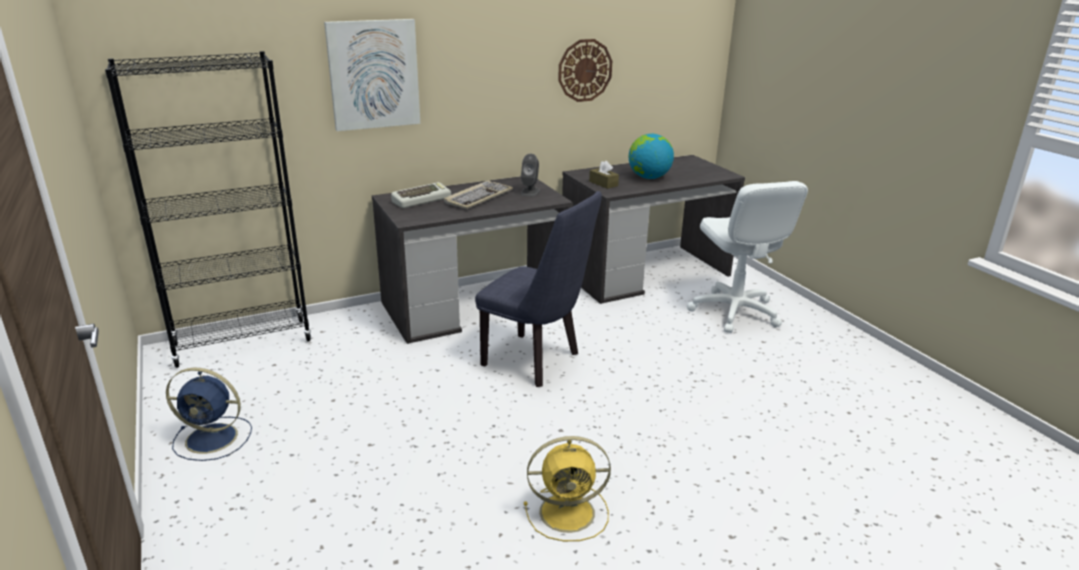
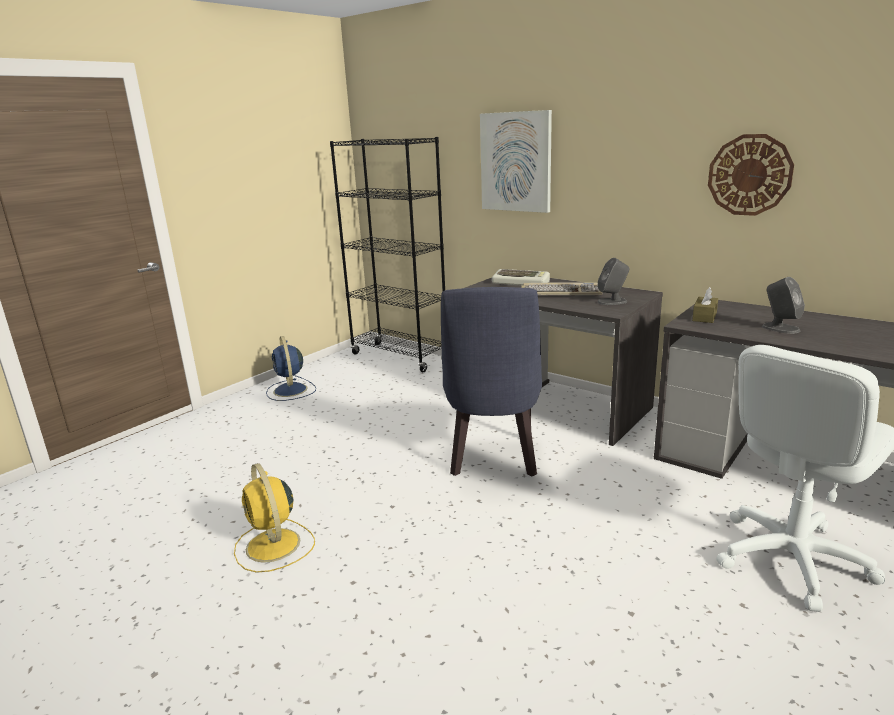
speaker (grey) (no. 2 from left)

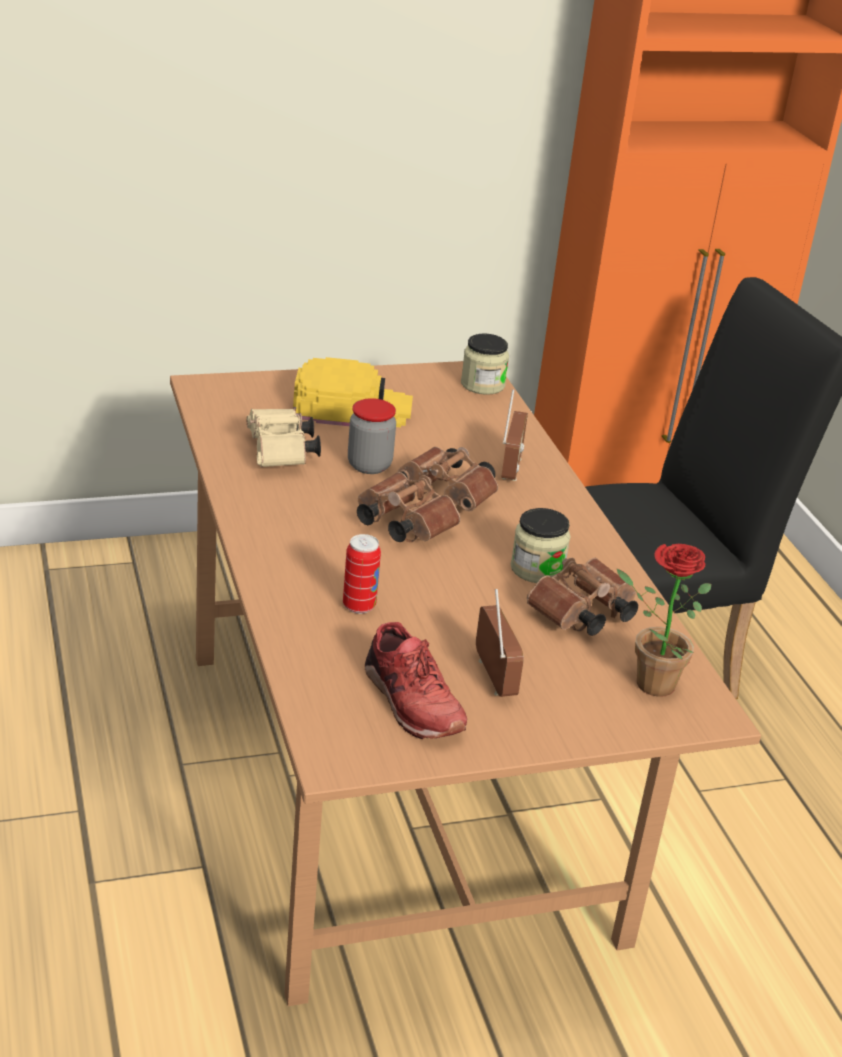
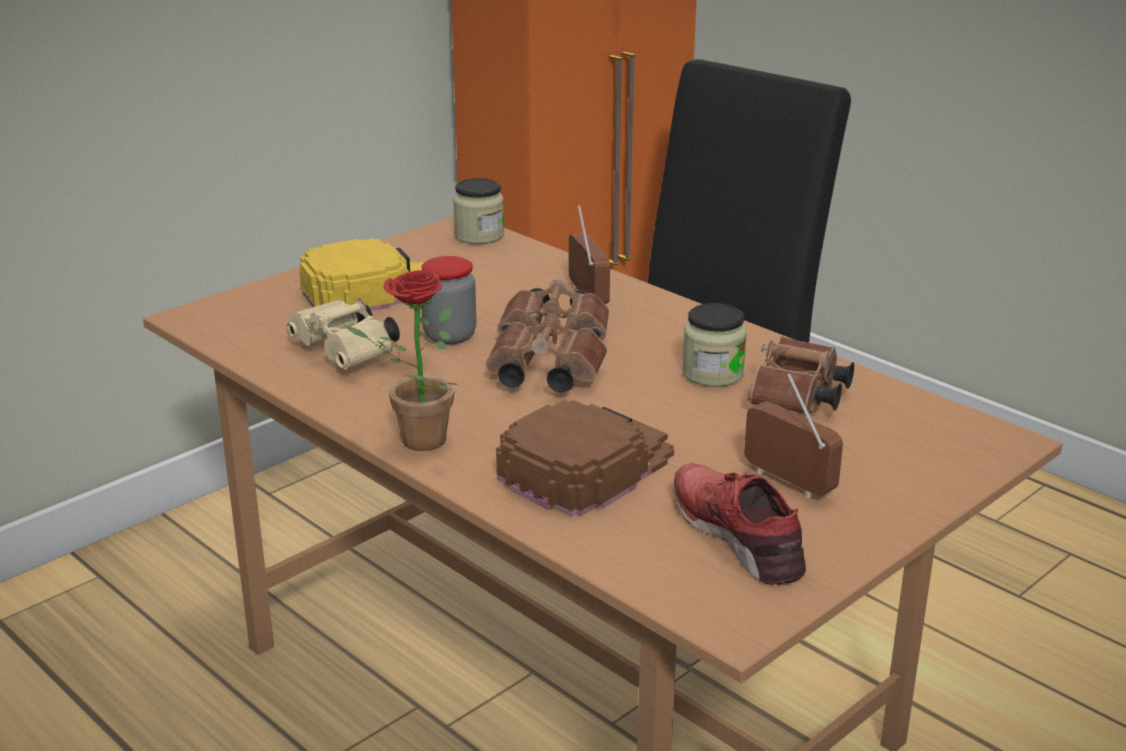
potted plant; cap (brown); shoe (red)

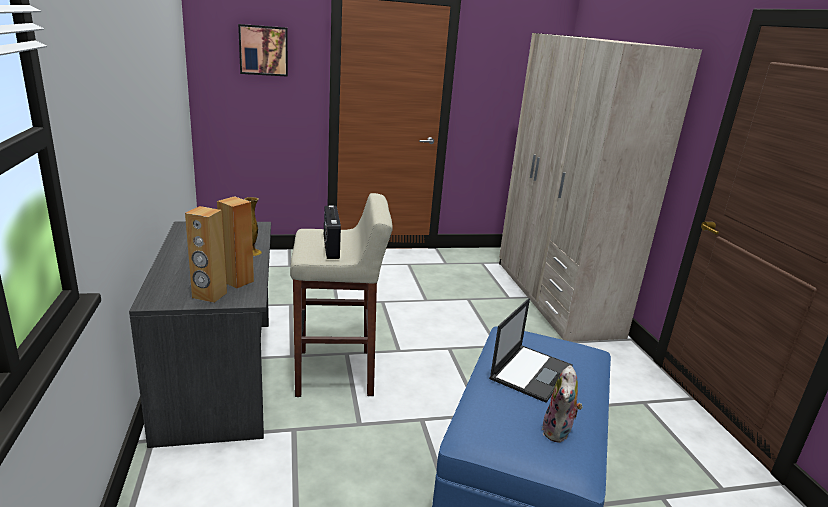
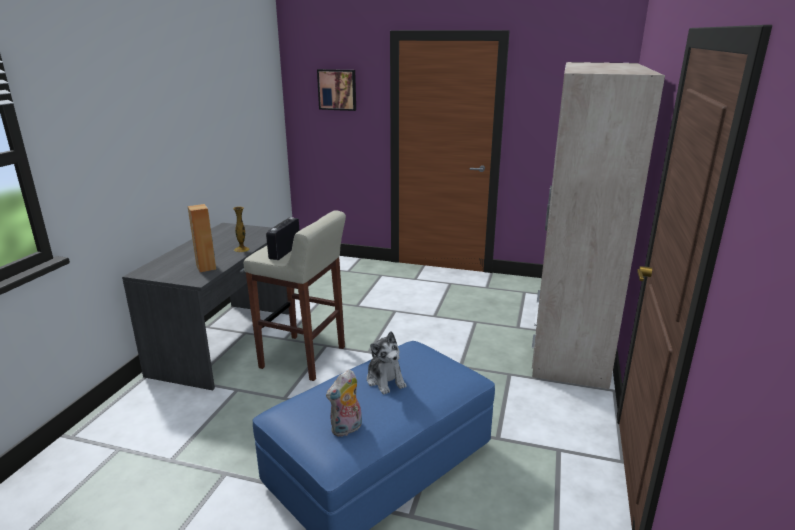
plush toy (no. 2 from left); speaker (brown) (no. 1 from left in the first image)

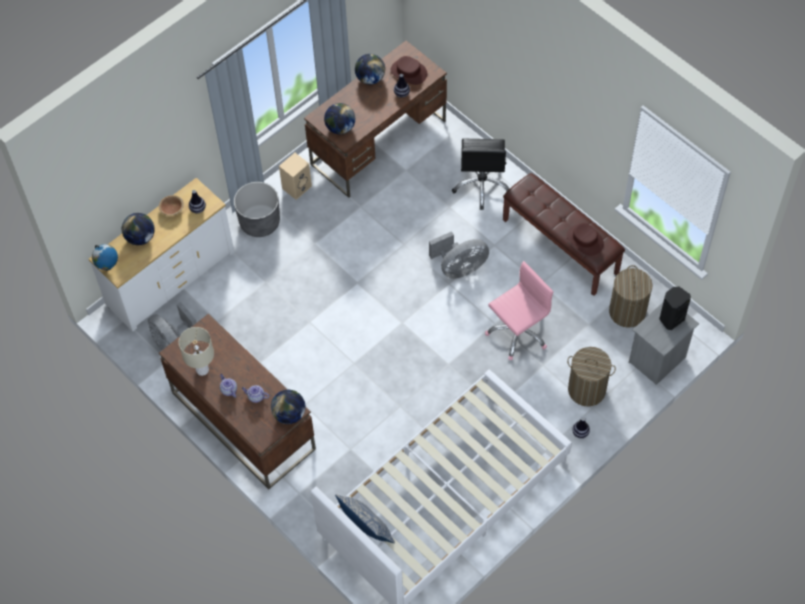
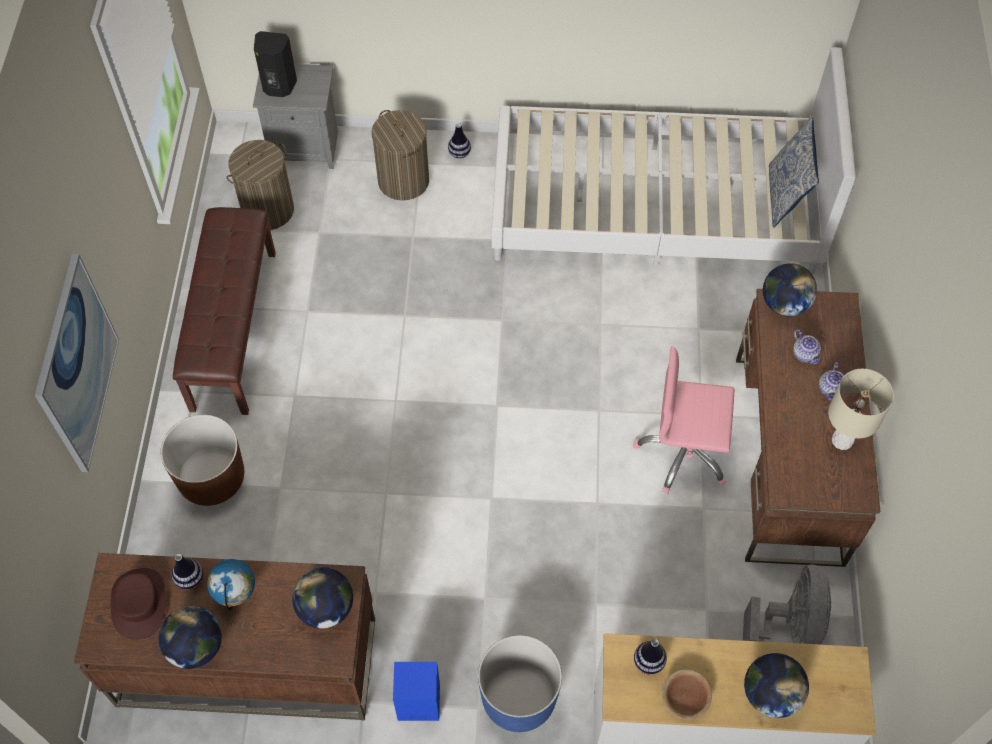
picture; planter (brown); globe (no. 2 from left); speaker (blue); planter (blue); office chair (pink); fan (grey) (no. 2 from left in the first image); hat (brown) (no. 2 from left in the first image)

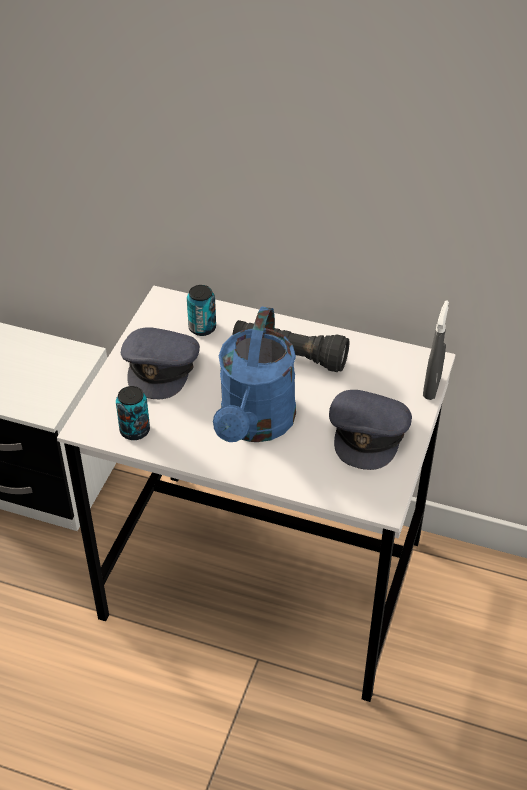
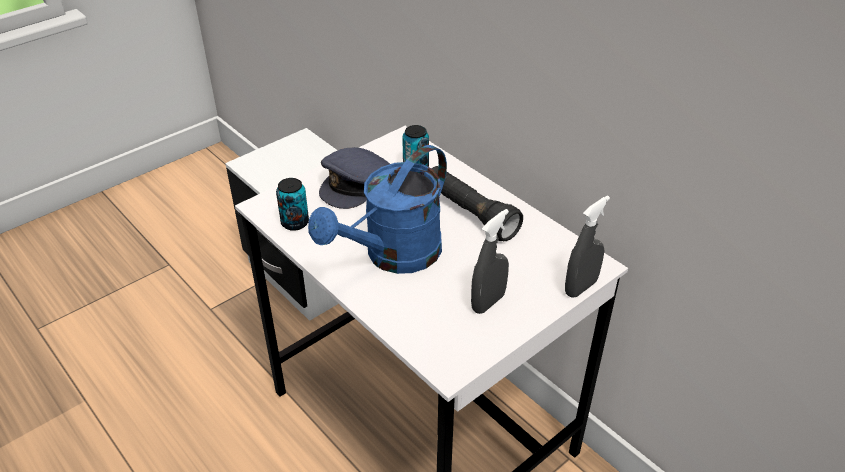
spray bottle (grey) (no. 1 from left)

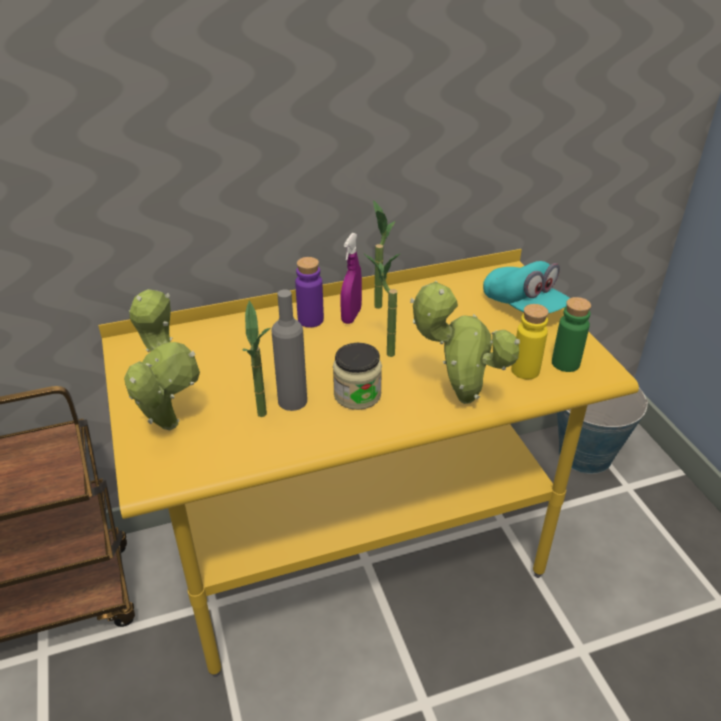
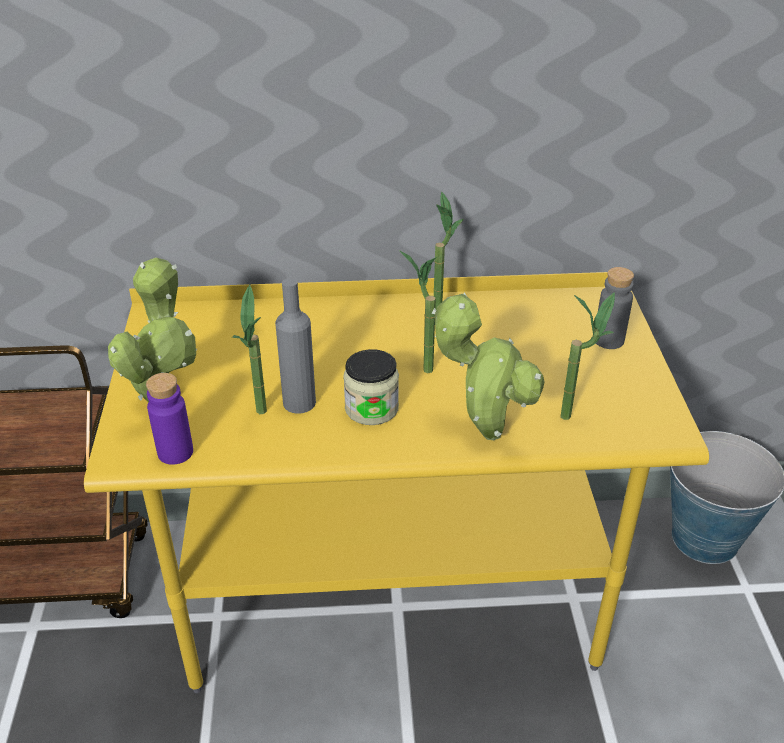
bottle (purple); potted plant (no. 6 from left); bottle (grey) (no. 2 from left); spray bottle (purple); bottle (green)

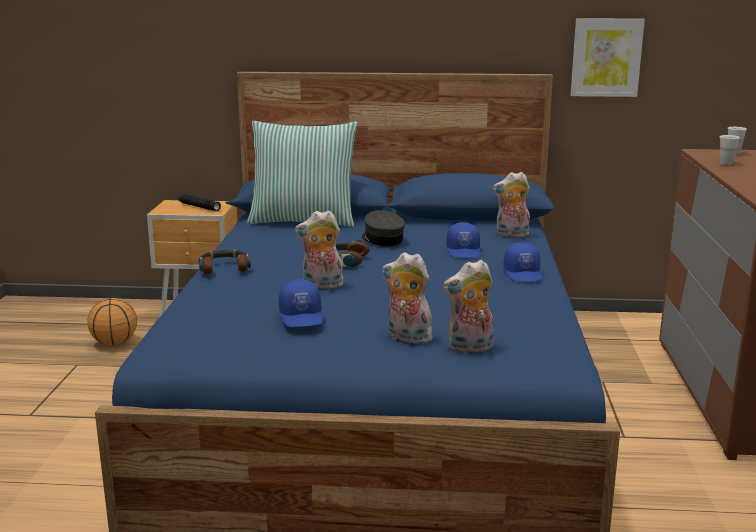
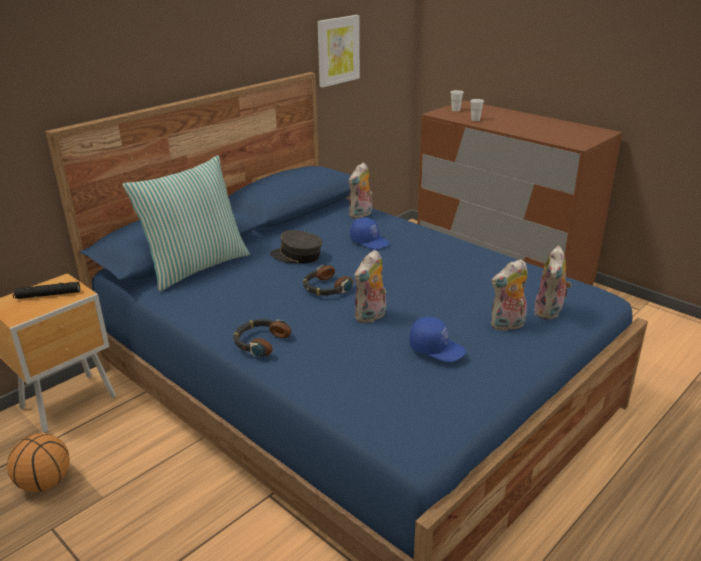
cap (blue) (no. 3 from left in the first image)

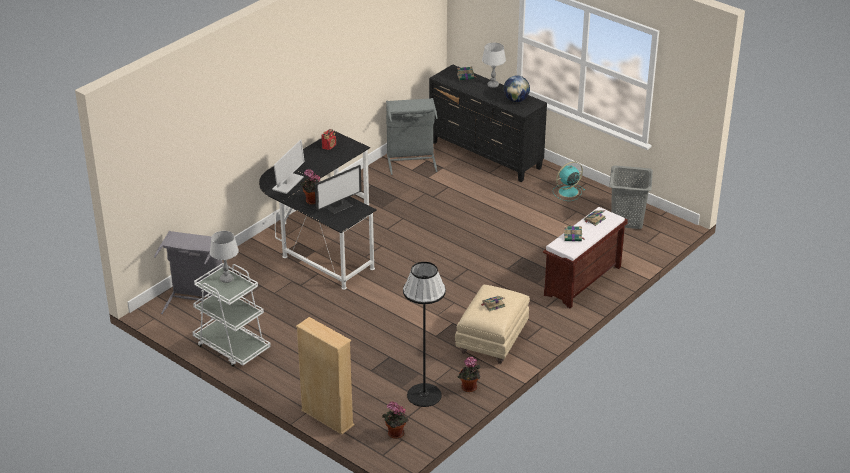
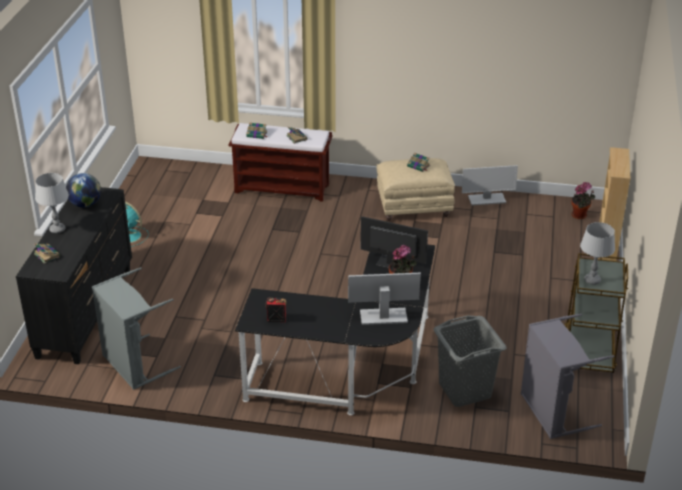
laundry basket (grey) (no. 2 from left); monitor (no. 3 from left); cart (brown); floor lamp (black)

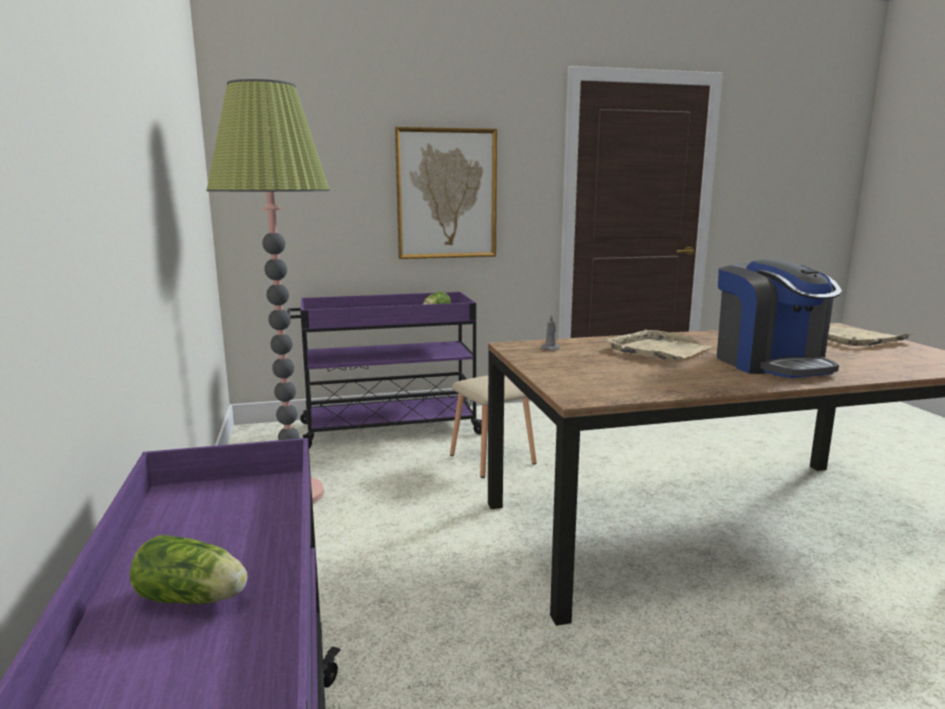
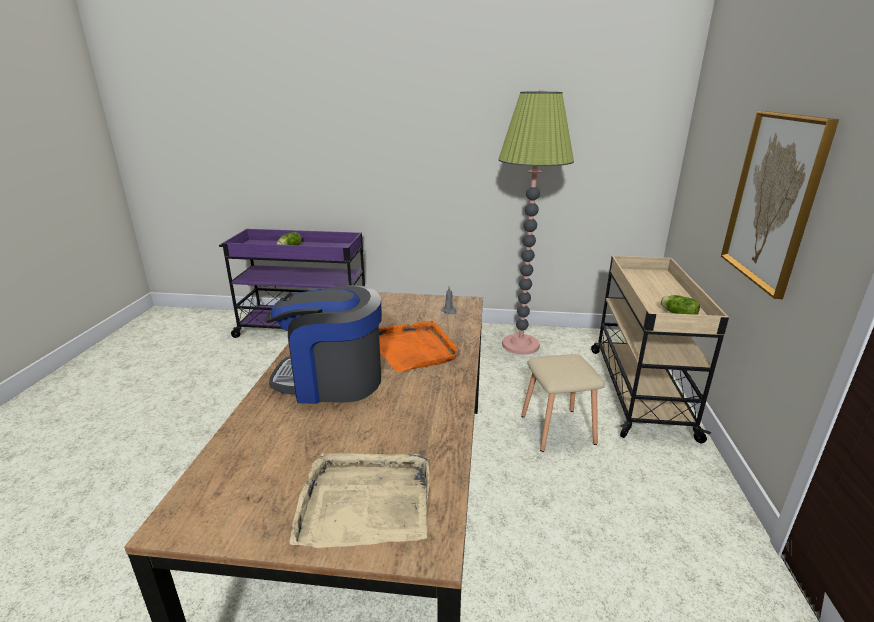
tray (orange); cart (beige)

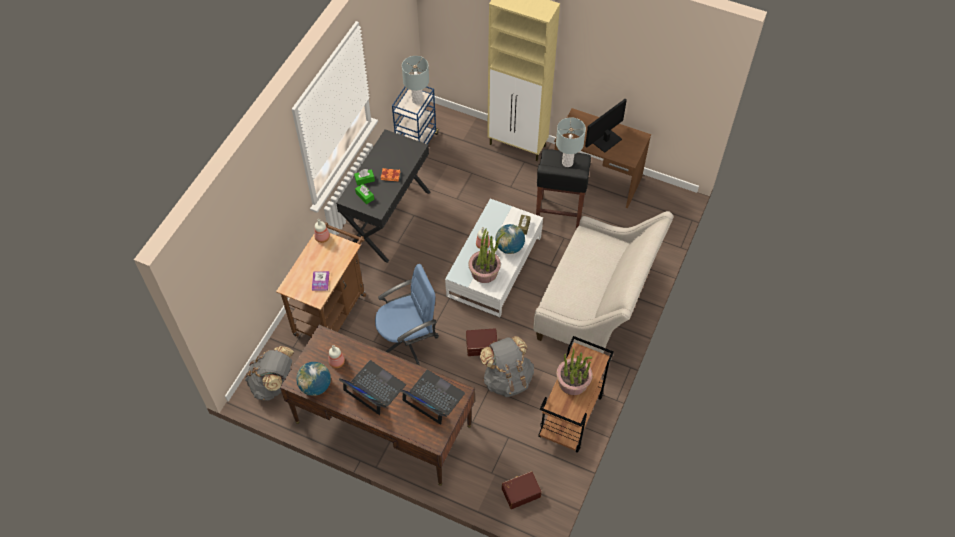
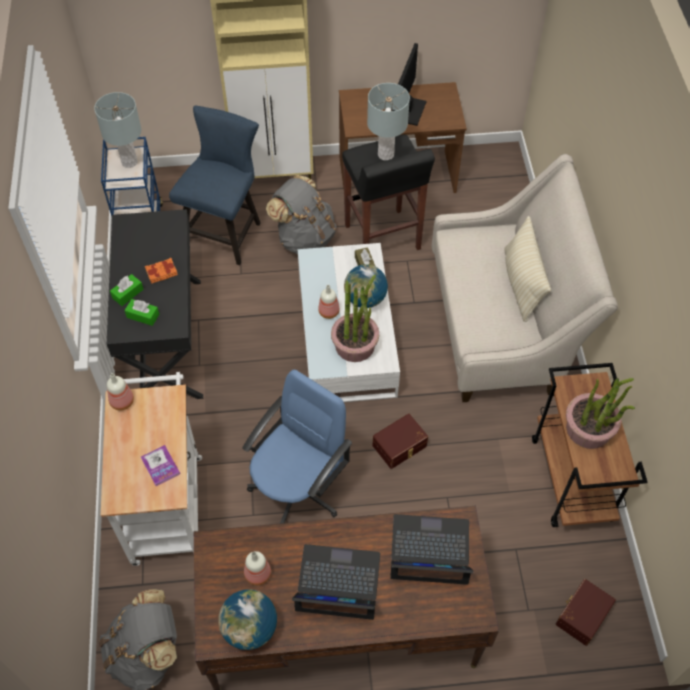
cart (white); chair (blue); backpack (grey) (no. 2 from left); pillow (beige)

